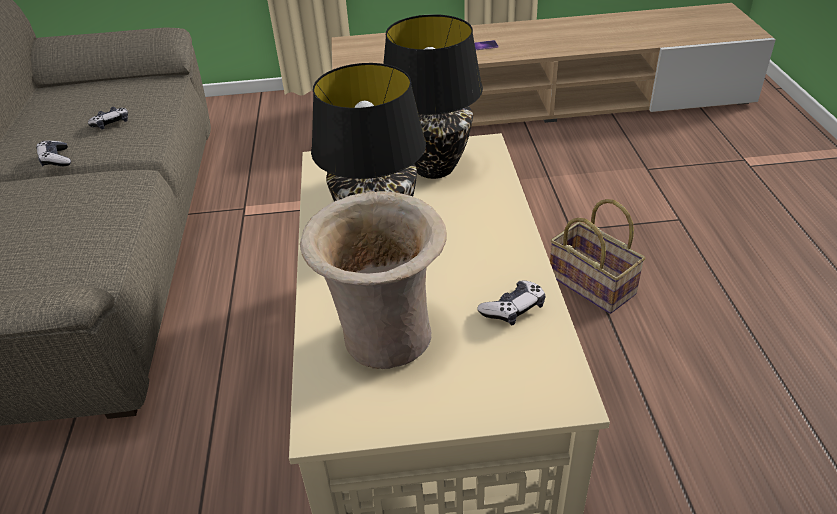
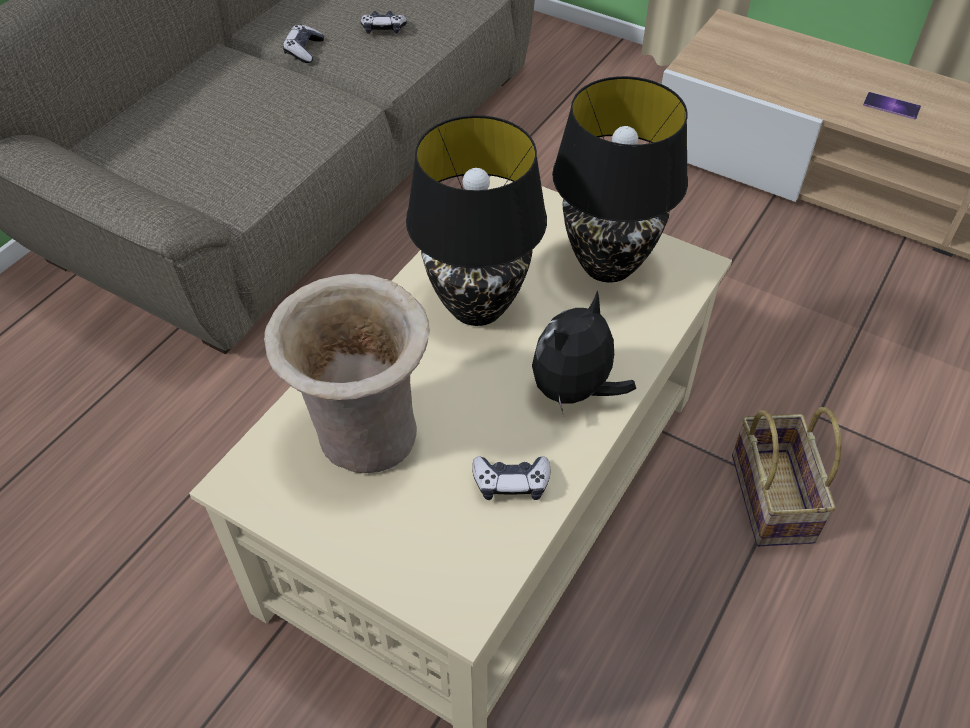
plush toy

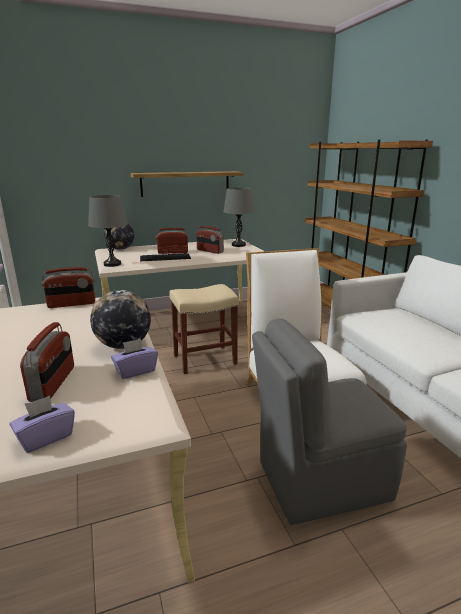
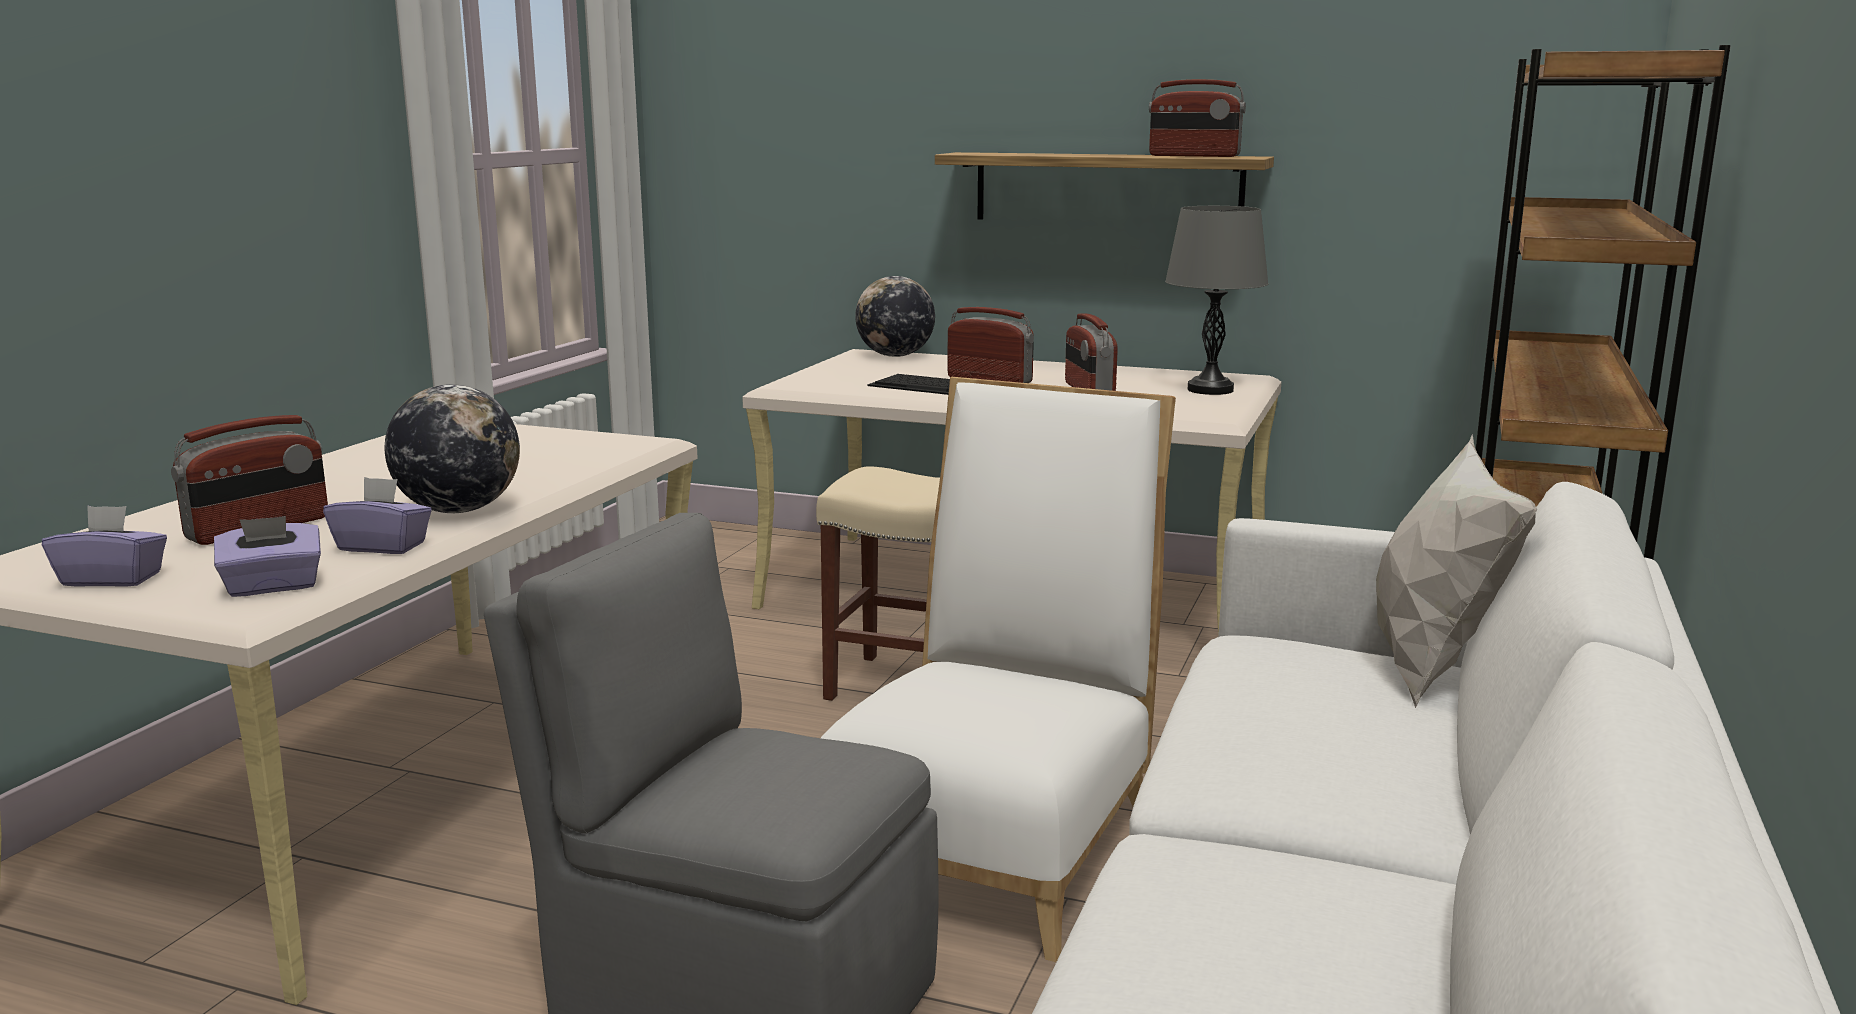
tissue box (purple) (no. 2 from left); radio (no. 4 from left); pillow (white); table lamp (grey) (no. 1 from left in the first image)

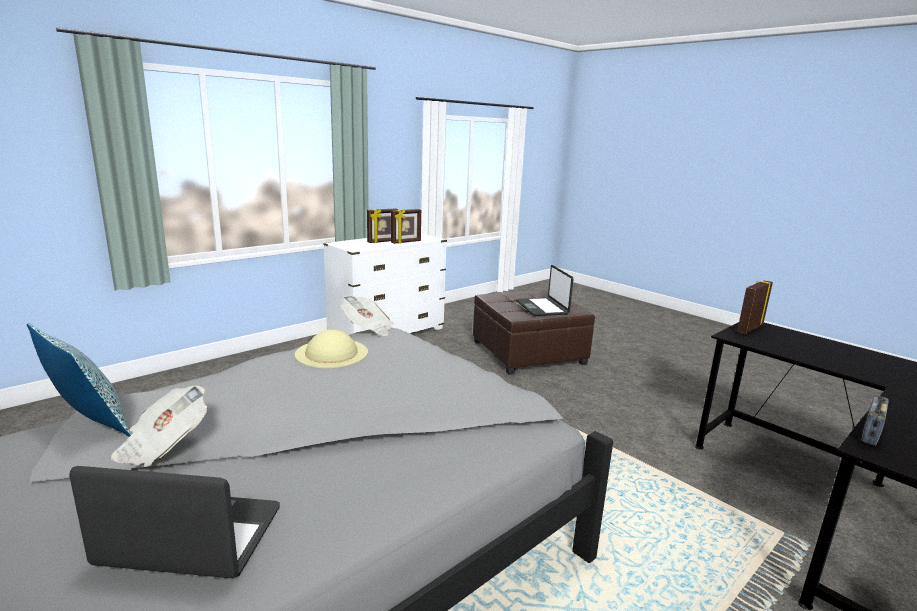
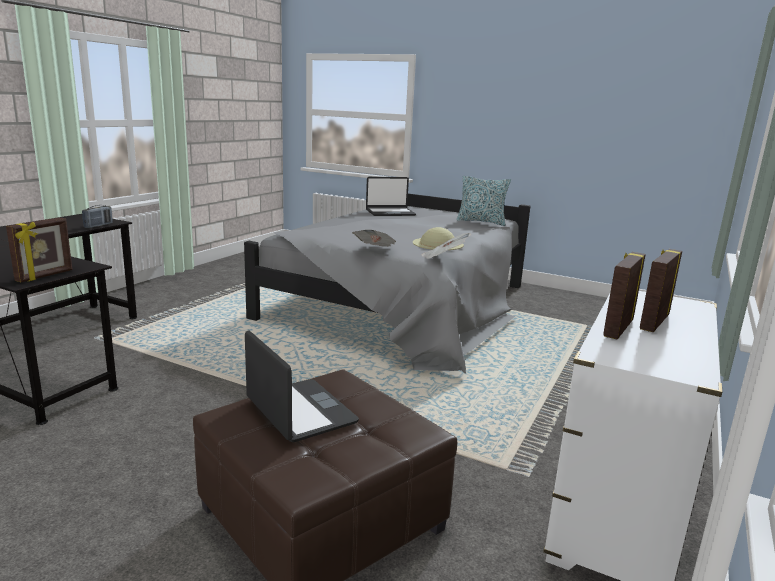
newspaper (no. 1 from left)

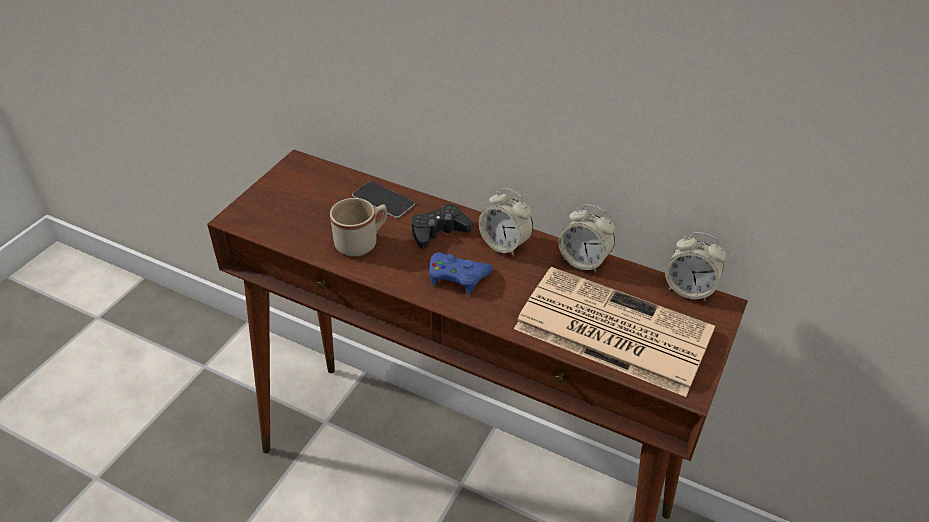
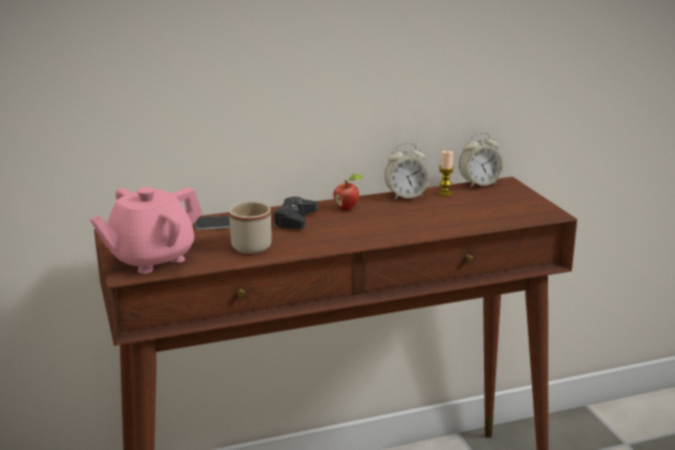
teapot (pink); apple; candle; game controller (blue); newspaper

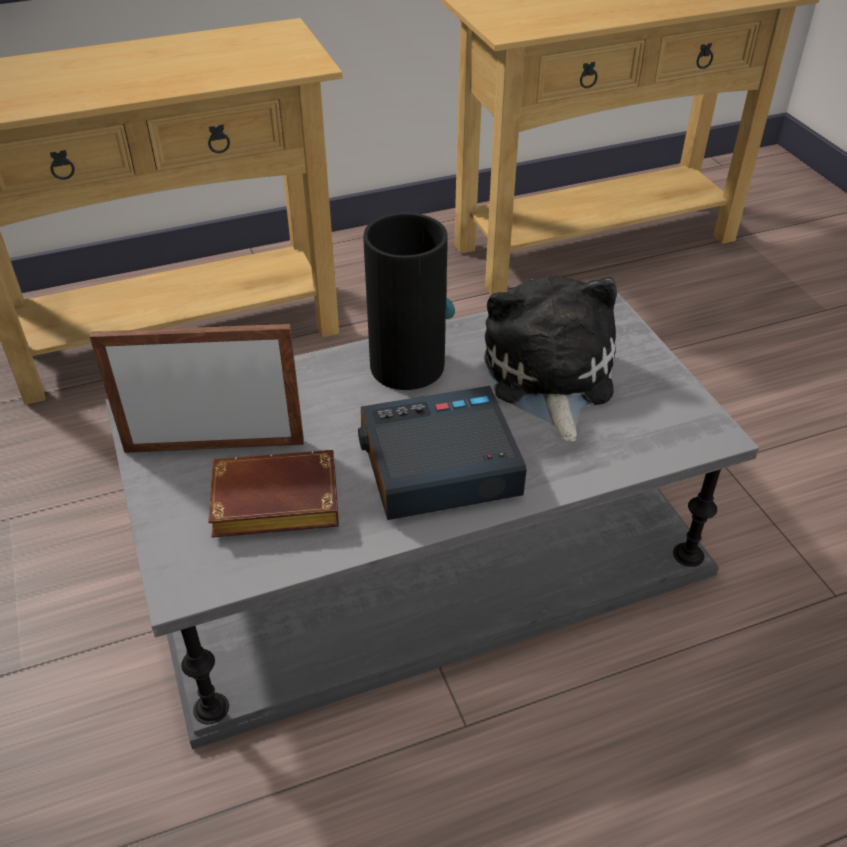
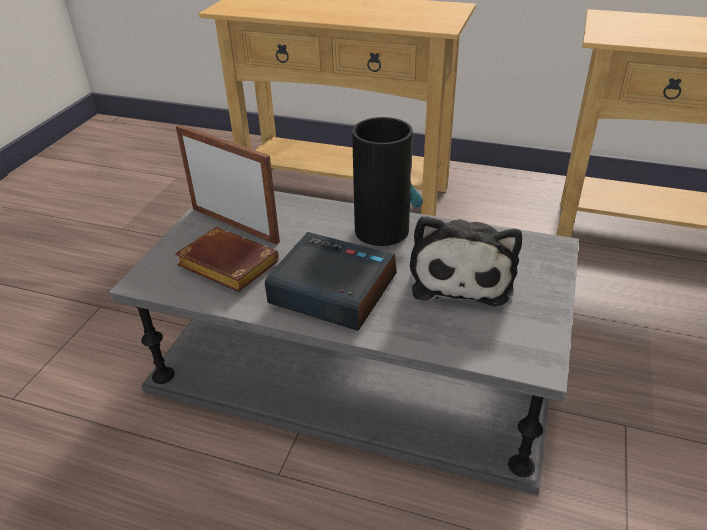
plush toy

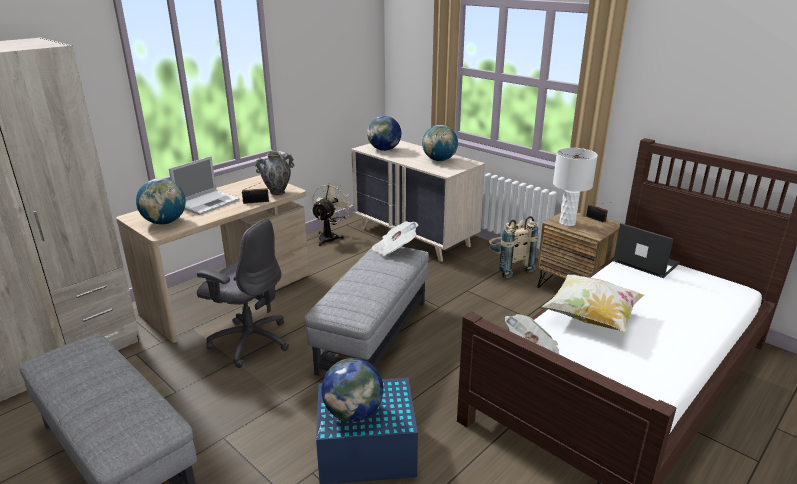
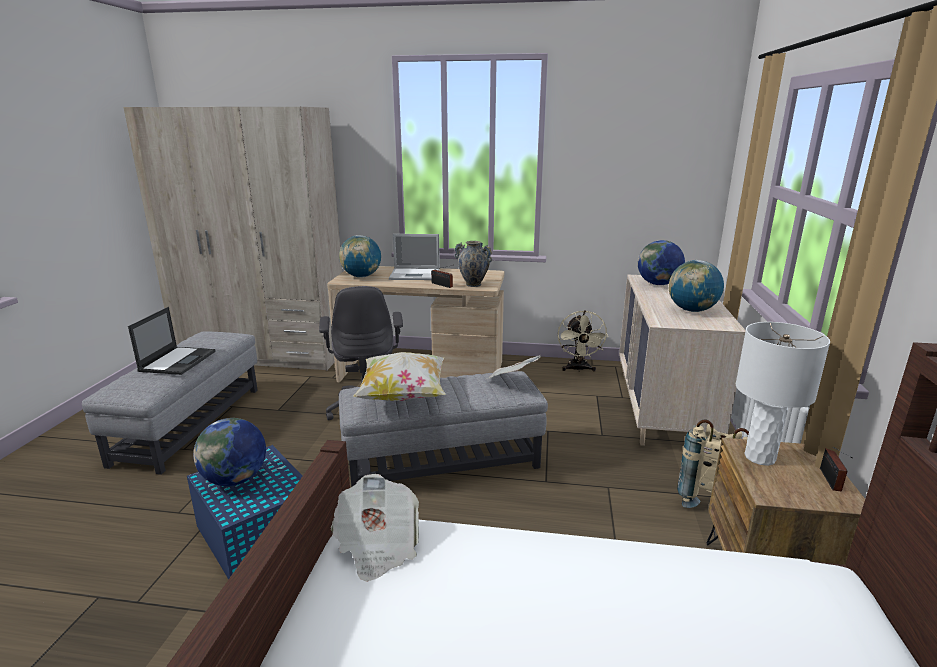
laptop (no. 1 from left); pillow; fan (beige)

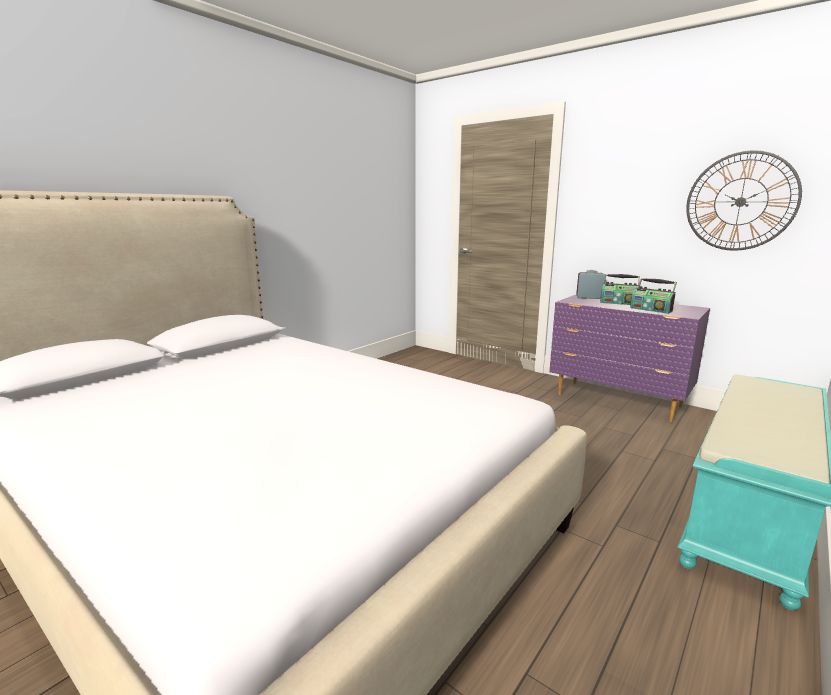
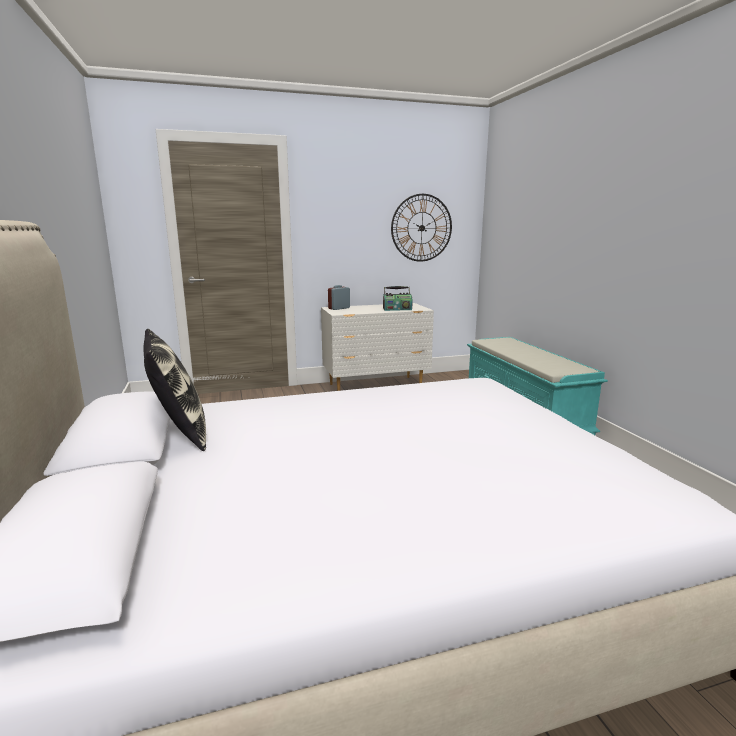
pillow; dresser (white); radio (no. 1 from left in the first image)

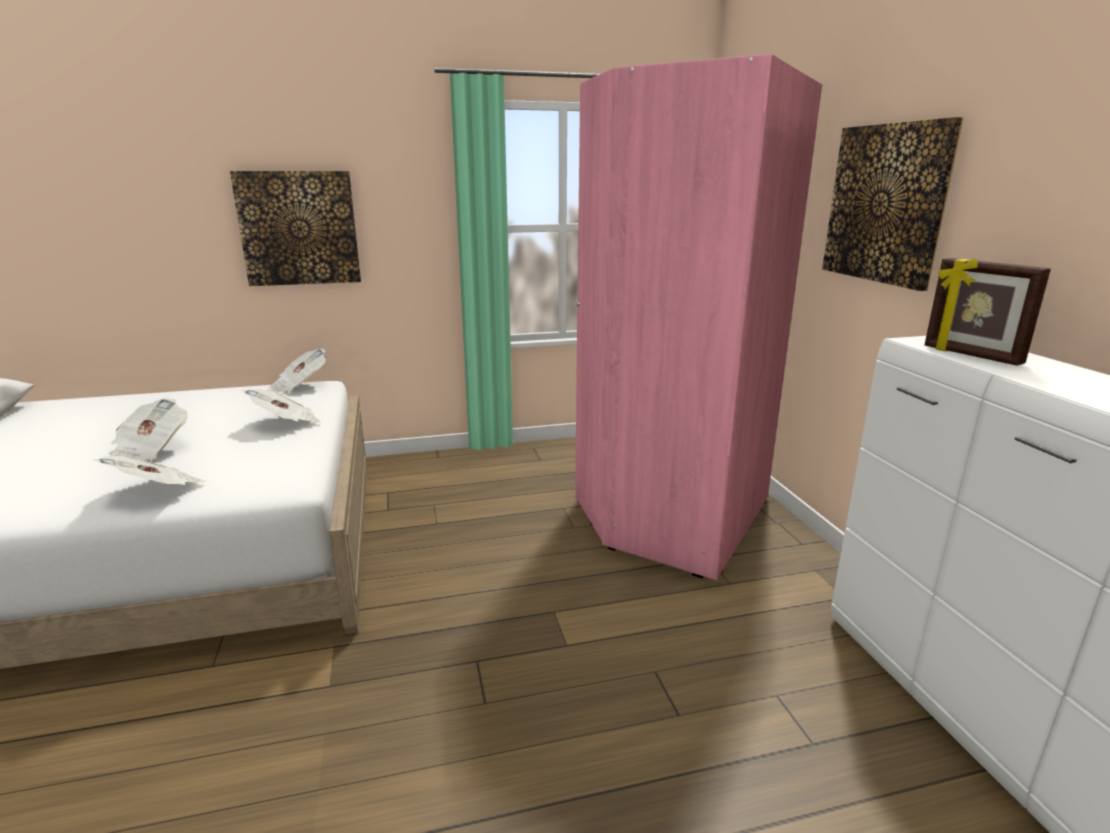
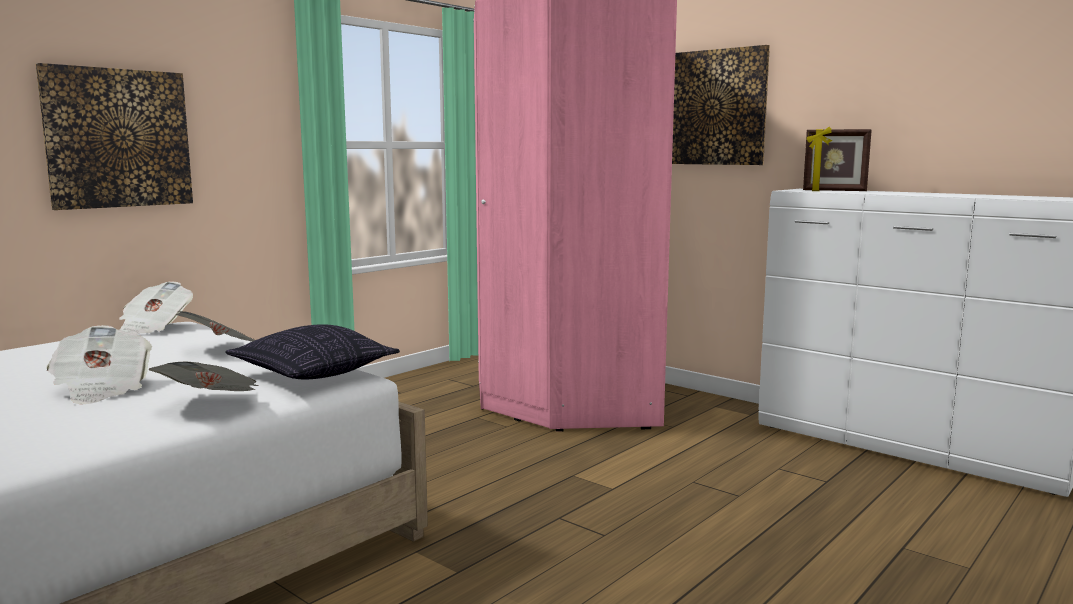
pillow

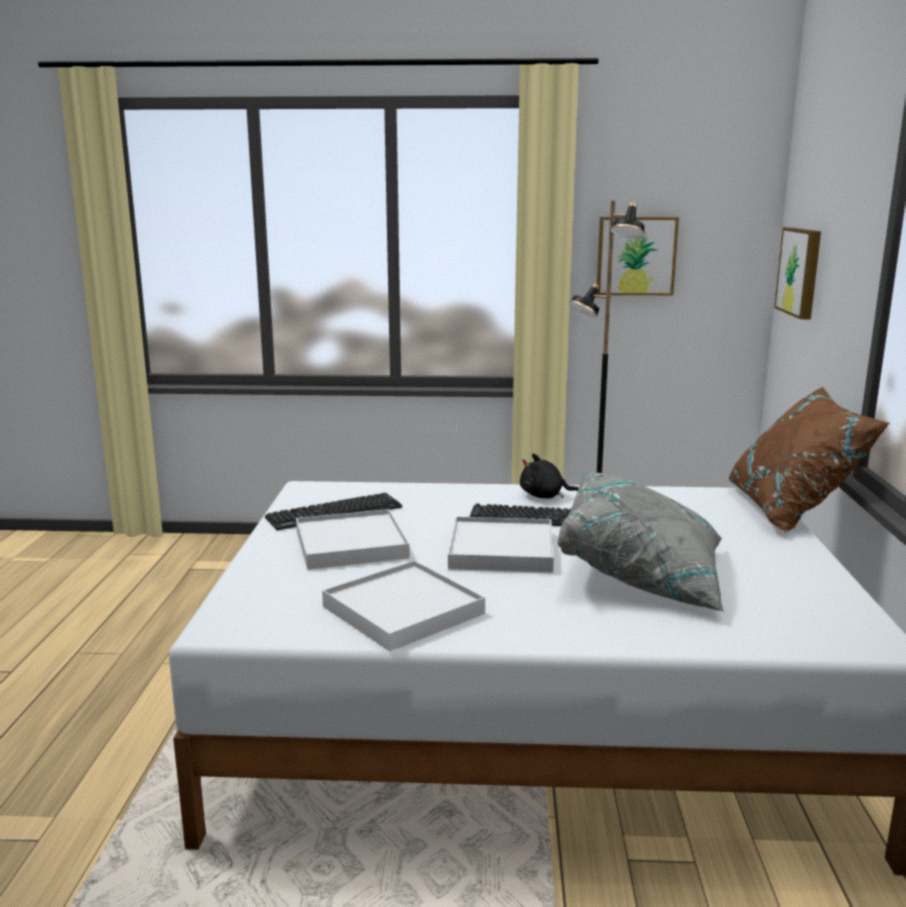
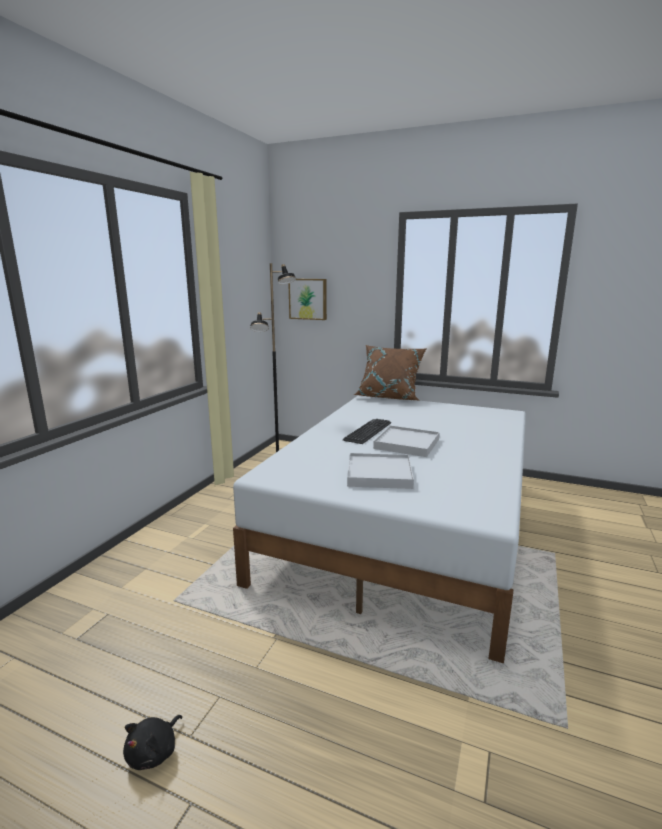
plush toy (black); keyboard (no. 1 from left in the first image); tray (white) (no. 2 from left in the first image); pillow (grey); picture (no. 1 from left in the first image)

